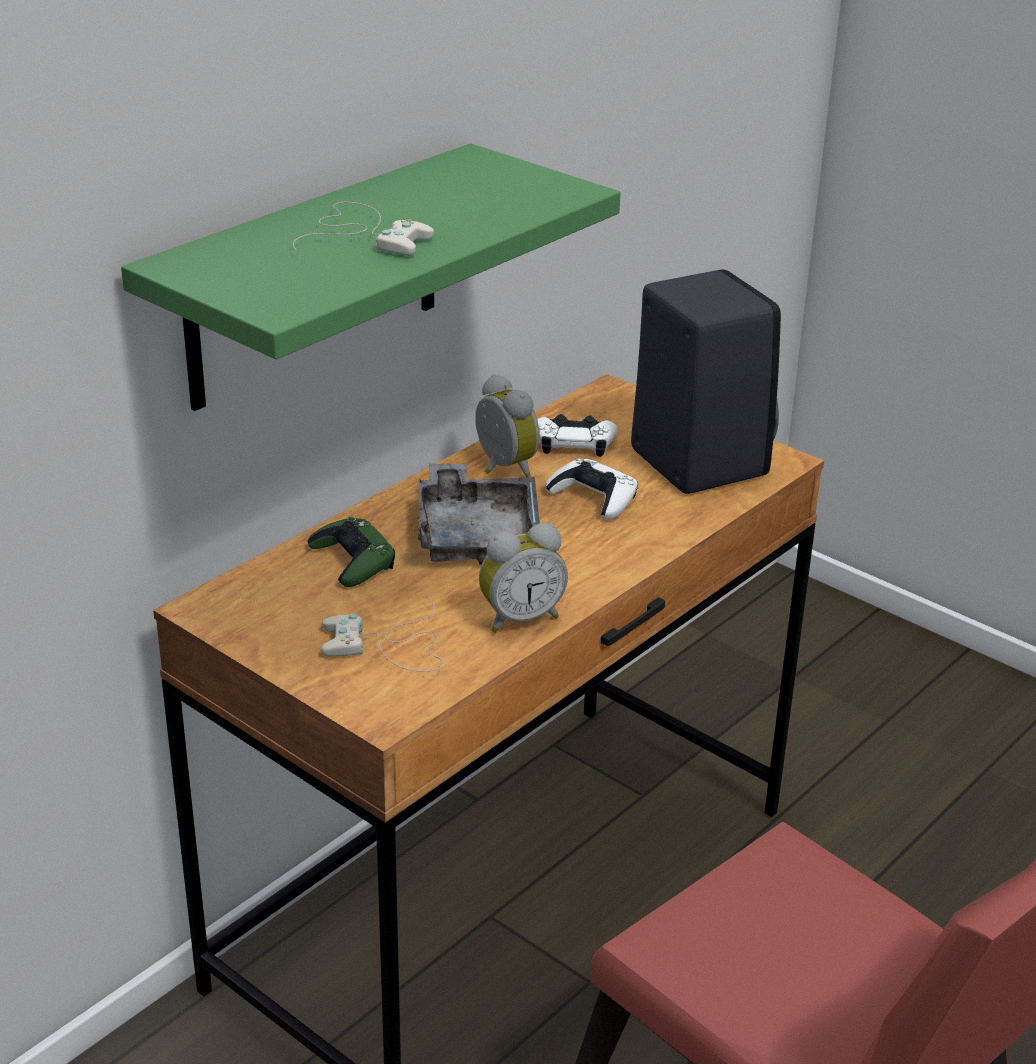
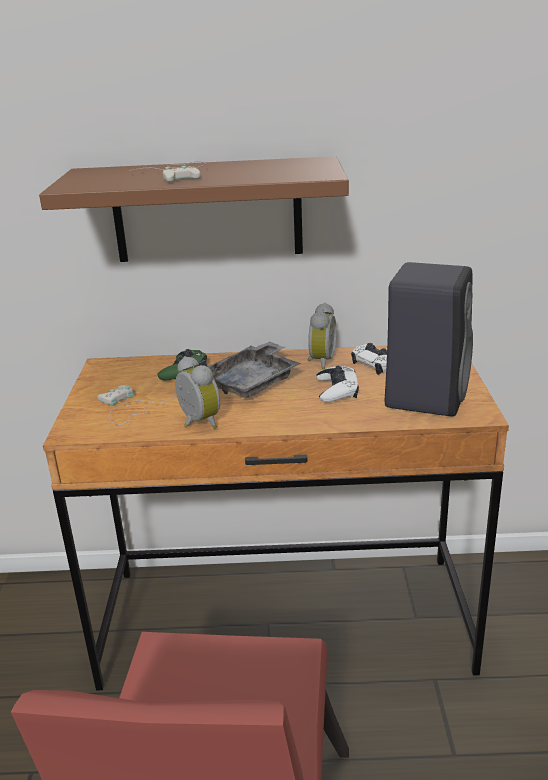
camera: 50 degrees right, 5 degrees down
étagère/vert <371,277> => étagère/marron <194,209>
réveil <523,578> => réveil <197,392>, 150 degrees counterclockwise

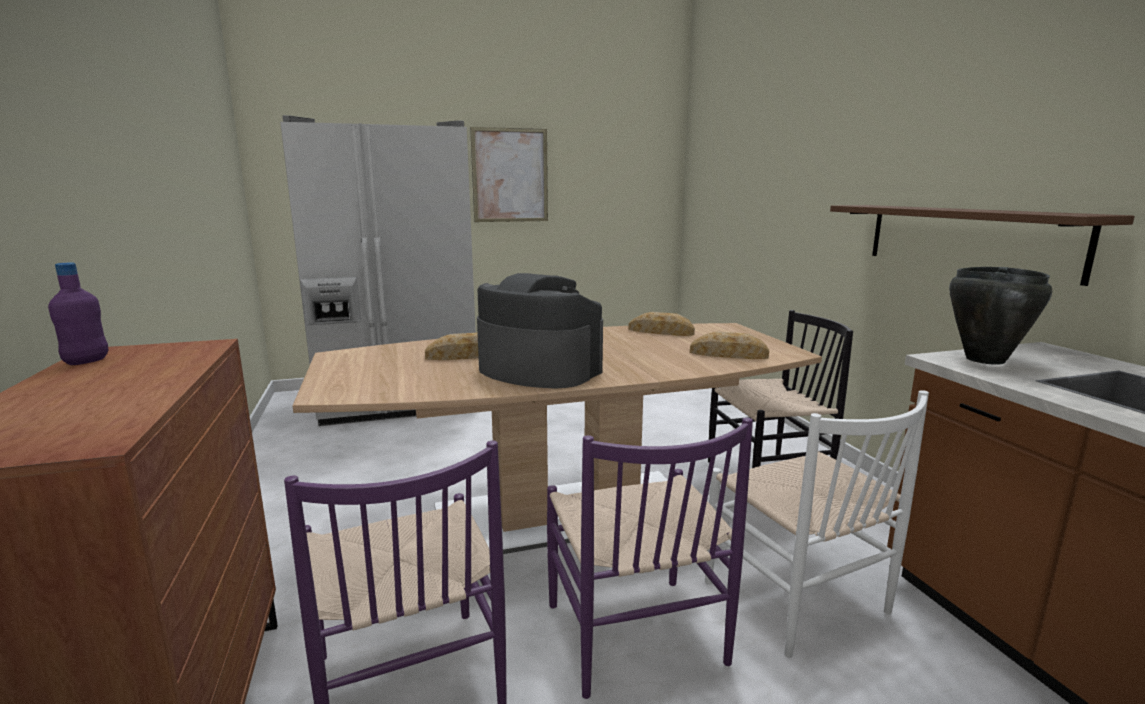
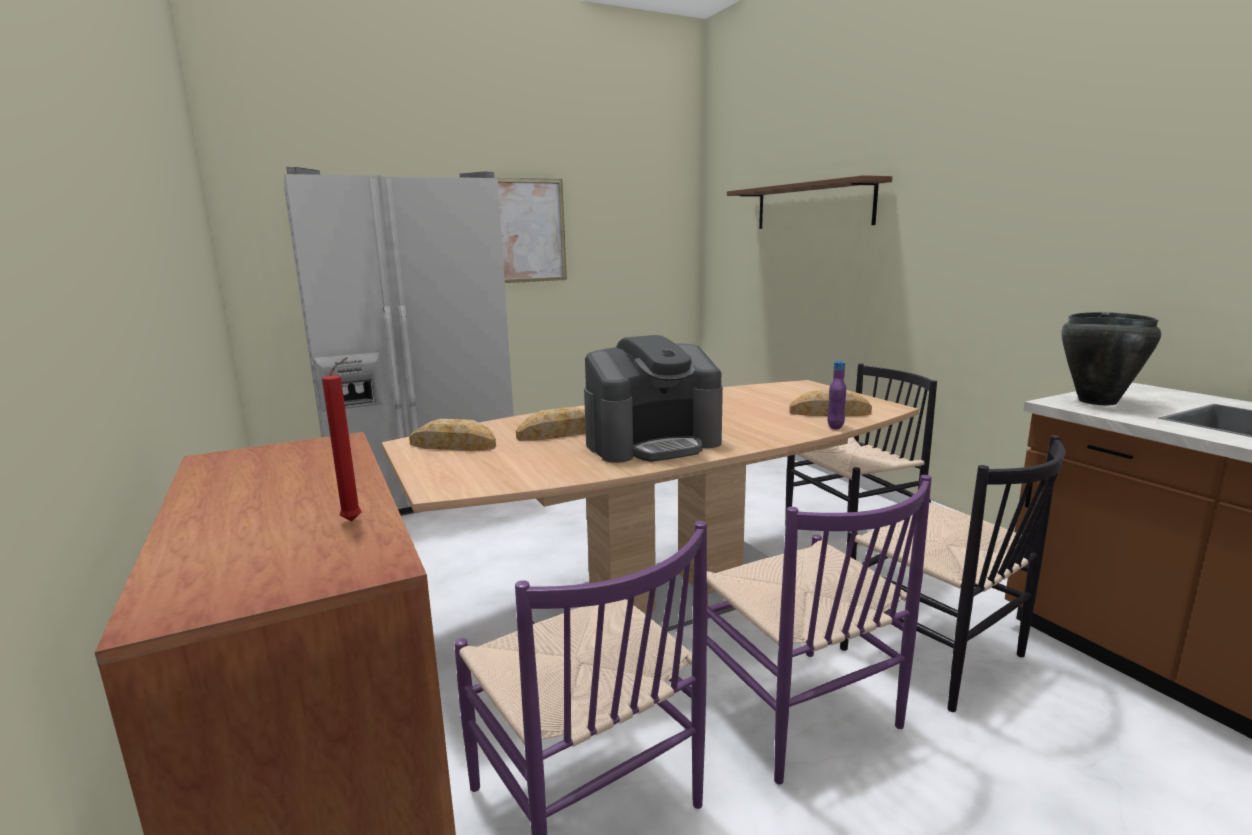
camera: 10 degrees left, 0 degrees up
nothing => bougie/rouge <341,439>
bouteille/violet <78,314> => bouteille/violet <837,395>, moved
pain <661,324> => pain <452,435>, moved
étagère/marron <982,245> => étagère/marron <809,202>, moved
chaise/blanc <817,524> => chaise/noir <952,573>
machine à café <540,331> => machine à café <653,399>, 135 degrees clockwise

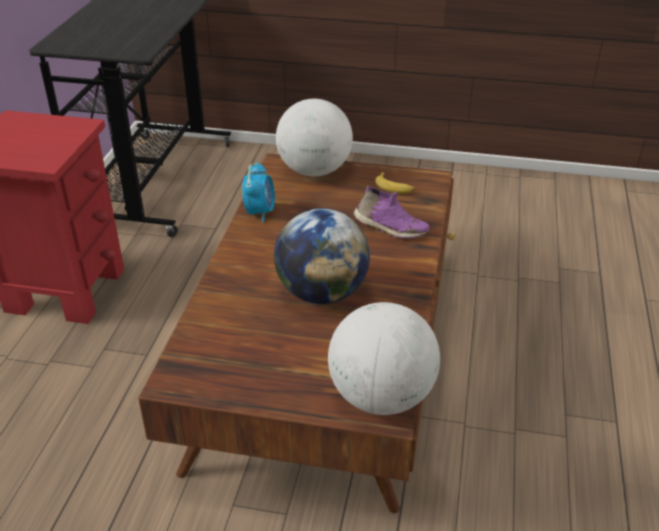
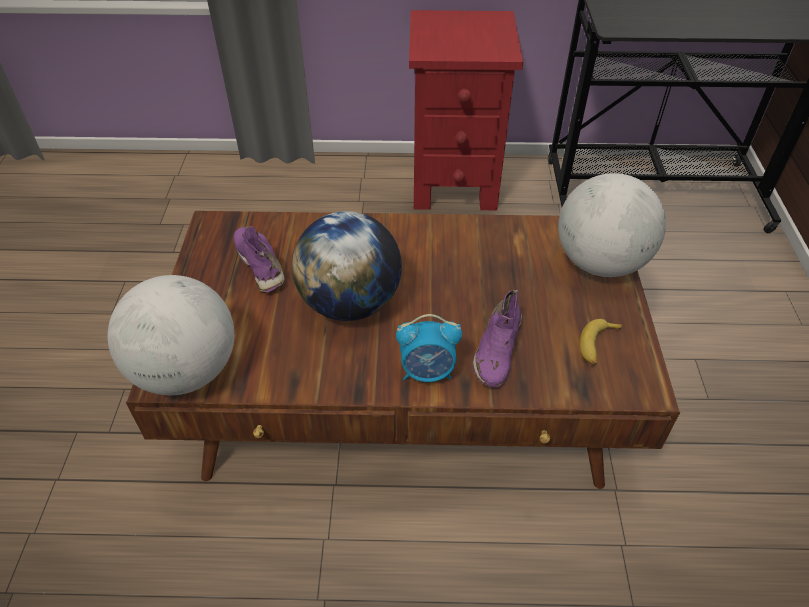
camera: 80 degrees right, 10 degrees up
nothing => chaussure/violet <259,259>
réveil <258,192> => réveil <429,348>, moved

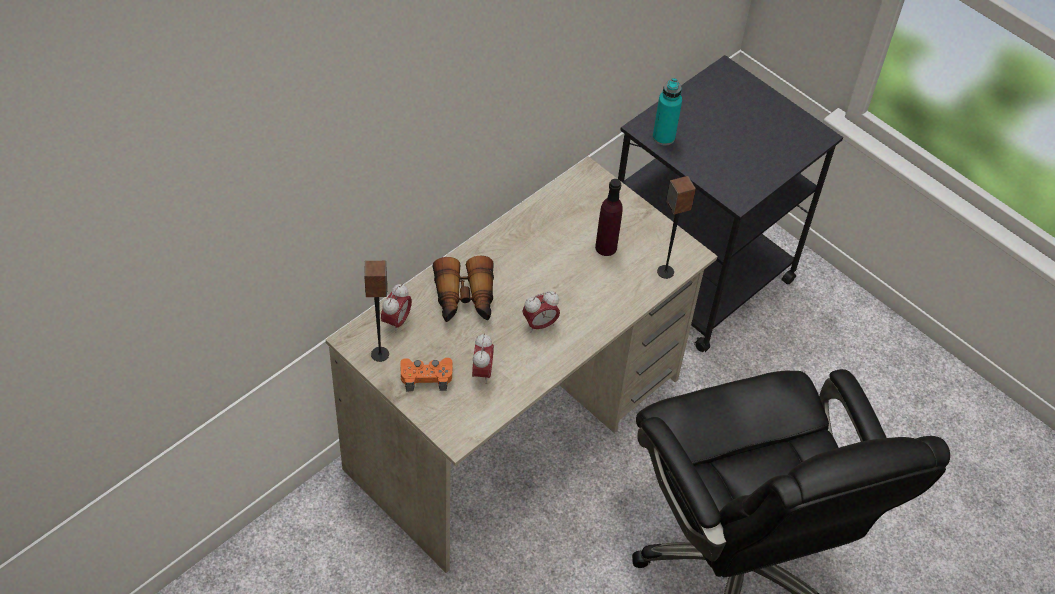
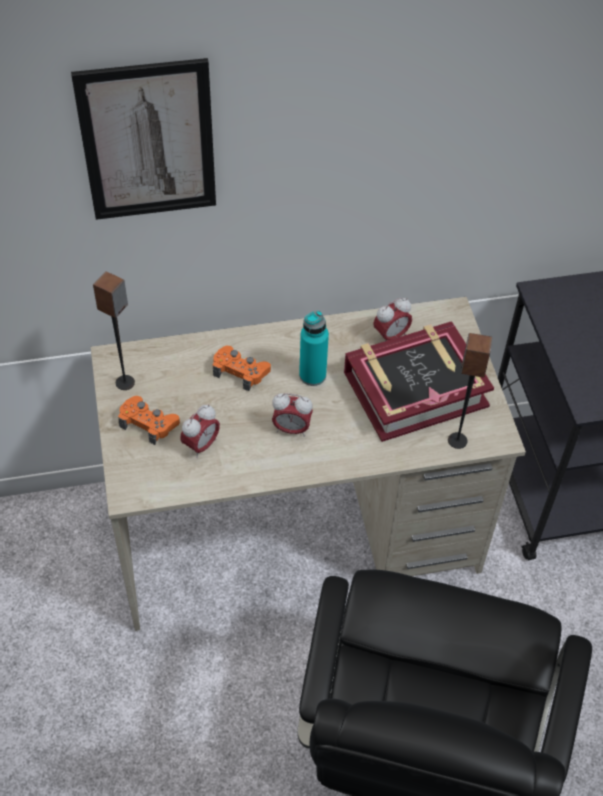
camera: 35 degrees right, 0 degrees up
nothing => tableau <143,139>
réveil <396,308> => réveil <392,320>, moved
bouteille/turquoise <667,112> => bouteille/turquoise <314,348>, moved
jumelles <463,289> => manette/orange <242,368>
bouteille/violet <609,217> => livre <419,381>

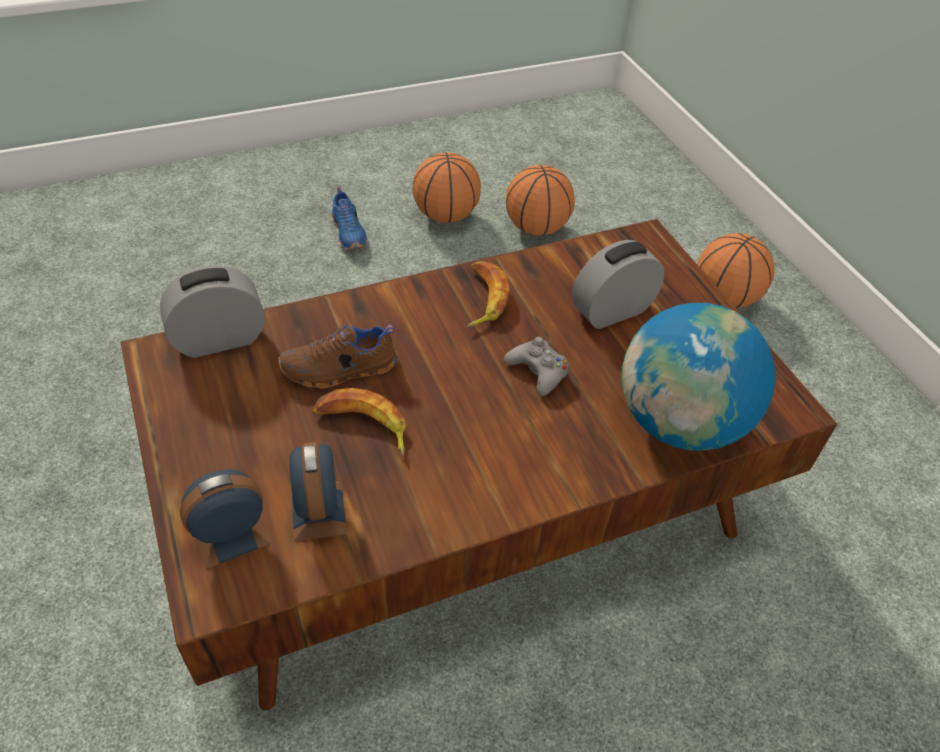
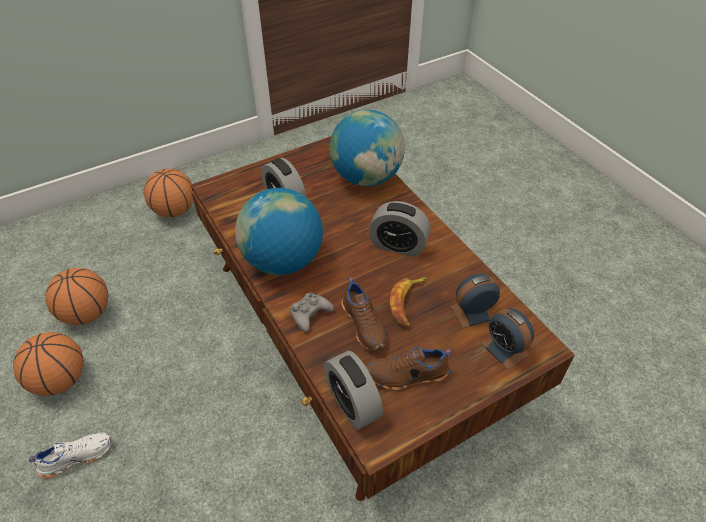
camera: 95 degrees left, 0 degrees up
nothing => chaussure/marron <408,368>
nothing => réveil <400,229>
manette/gris <536,366> => manette/gris <312,312>, moved
banane <488,294> => globe <279,231>
chaussure/bleu <349,218> => chaussure/blanc <70,455>

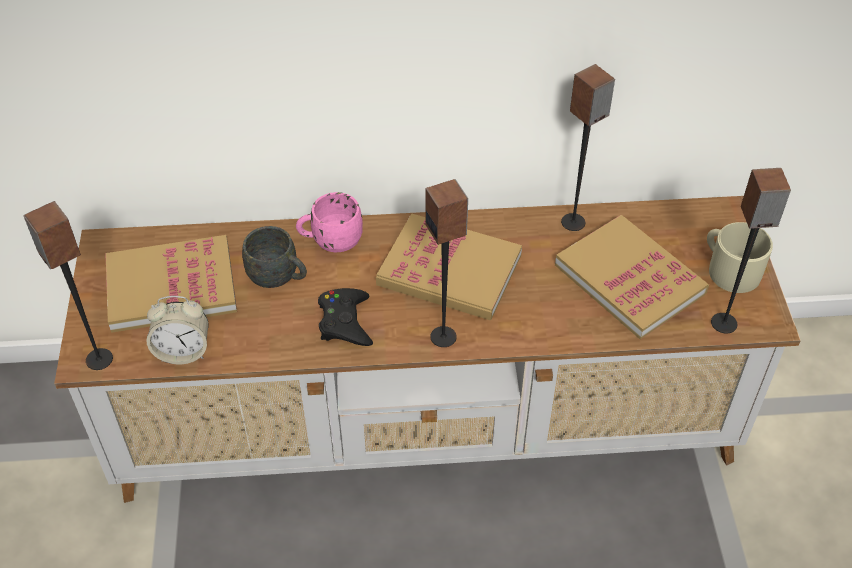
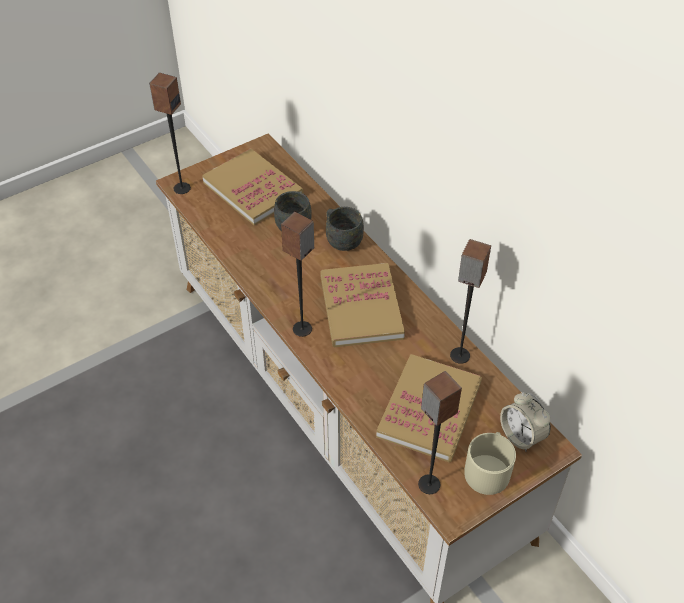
camera: 60 degrees right, 0 degrees up
manette/noir <345,317> => nothing
réveil <177,330> => réveil <525,422>, moved
mug/rose <329,222> => mug/gris <345,229>

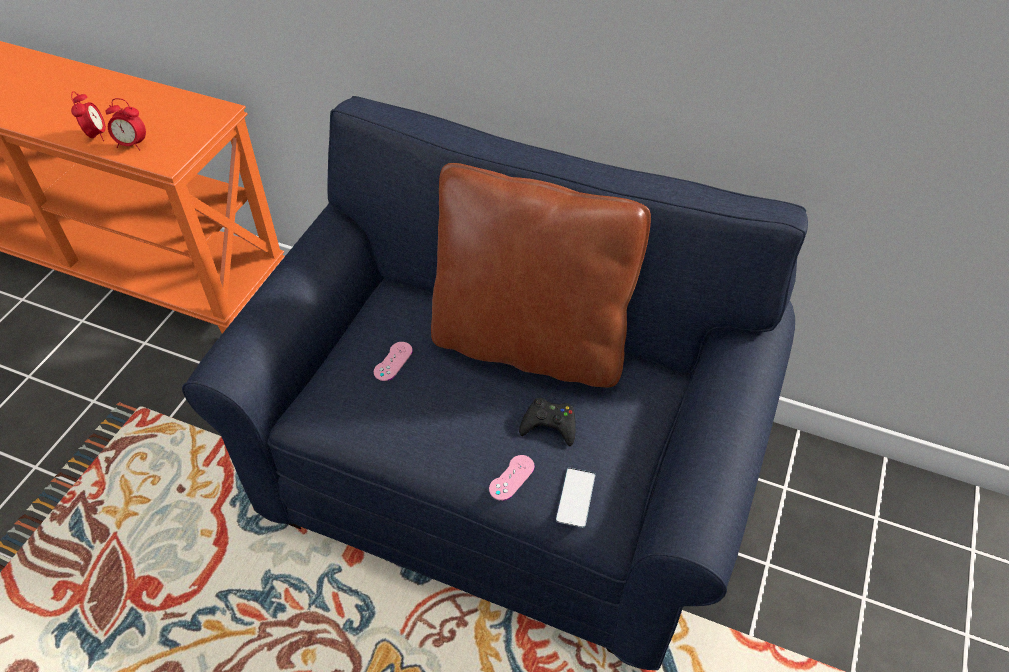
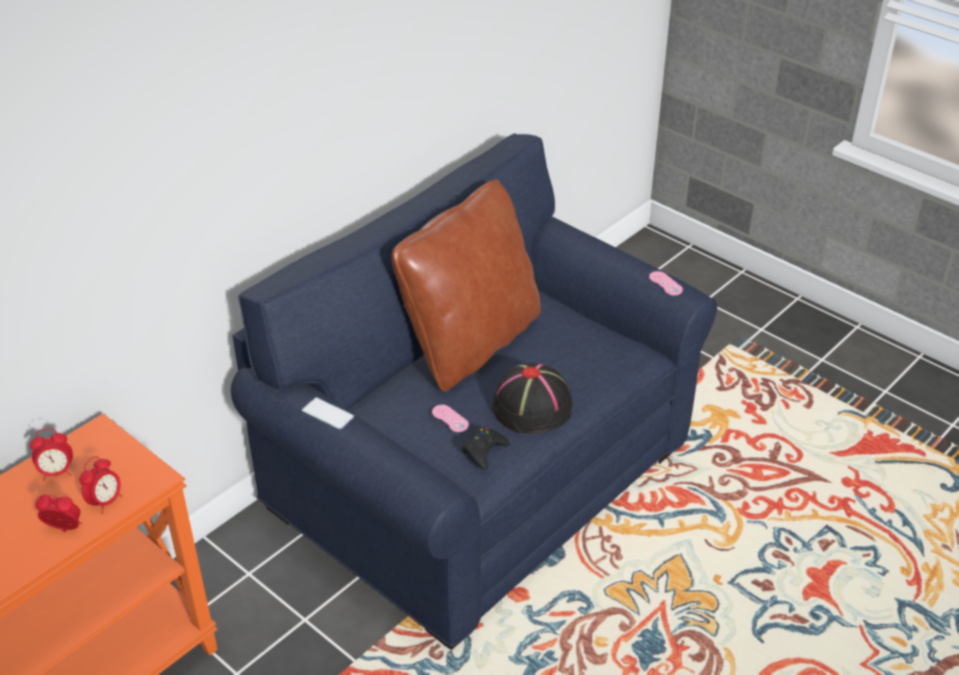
camera: 70 degrees left, 10 degrees down
nothing => réveil <51,454>
nothing => chapeau/noir <532,398>
manette/rose <512,478> => manette/rose <666,283>, moved
manette/noir <547,422> => manette/noir <486,448>, moved
téléphone <575,498> => téléphone <327,413>, moved

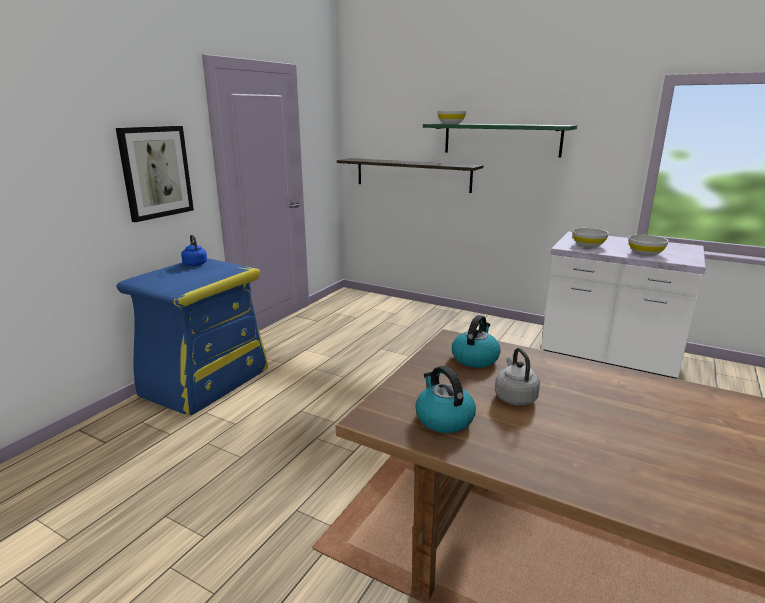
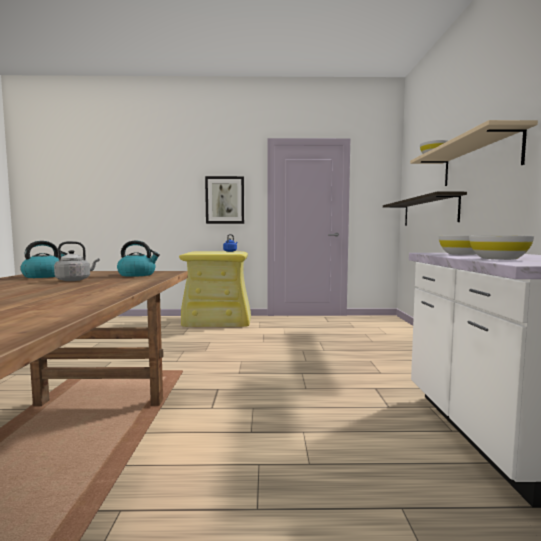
camera: 60 degrees right, 15 degrees down
table de chevet/bleu <192,336> => table de chevet/jaune <215,289>
étagère/vert <500,140> => étagère/beige <474,153>

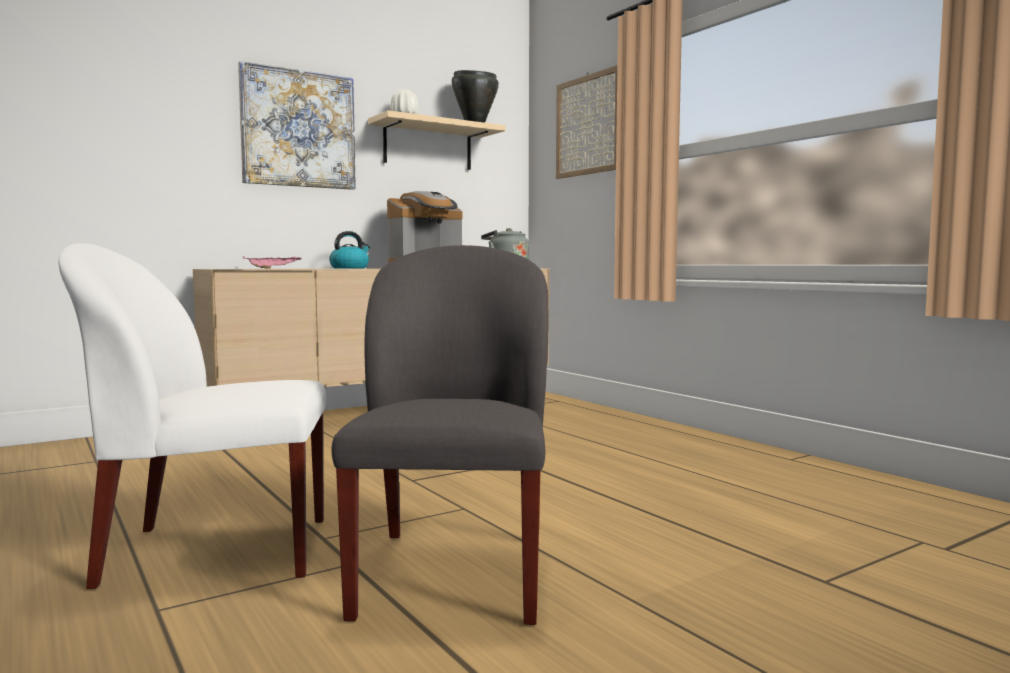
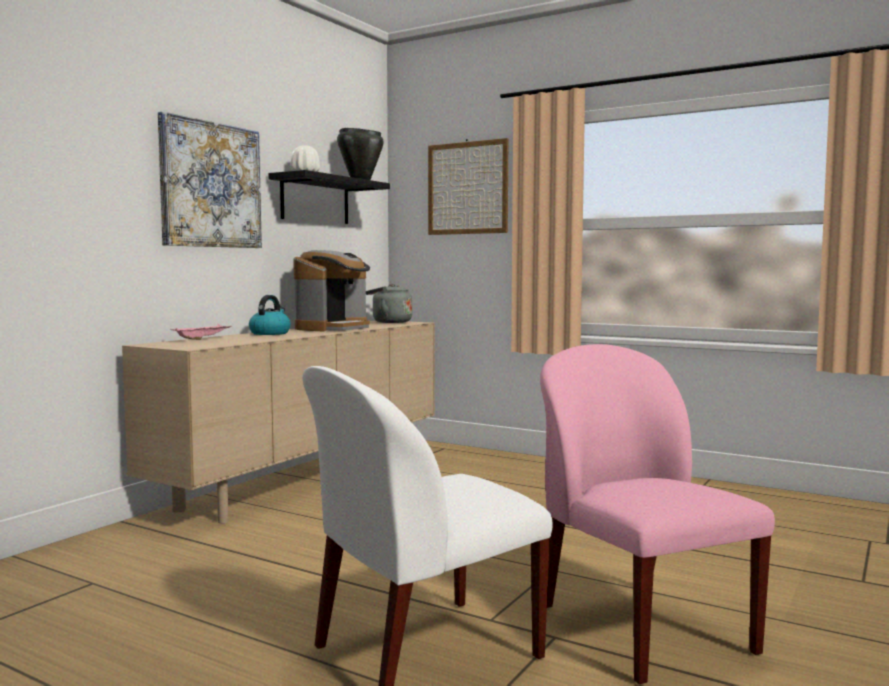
camera: 25 degrees left, 0 degrees up
chaise/gris <440,435> => chaise/rose <657,514>
étagère/beige <436,140> => étagère/noir <329,197>

